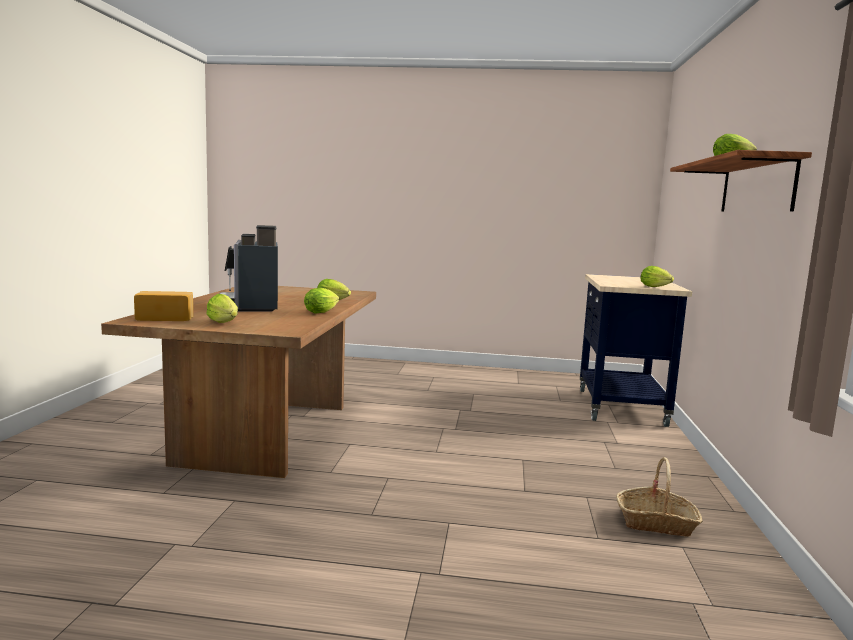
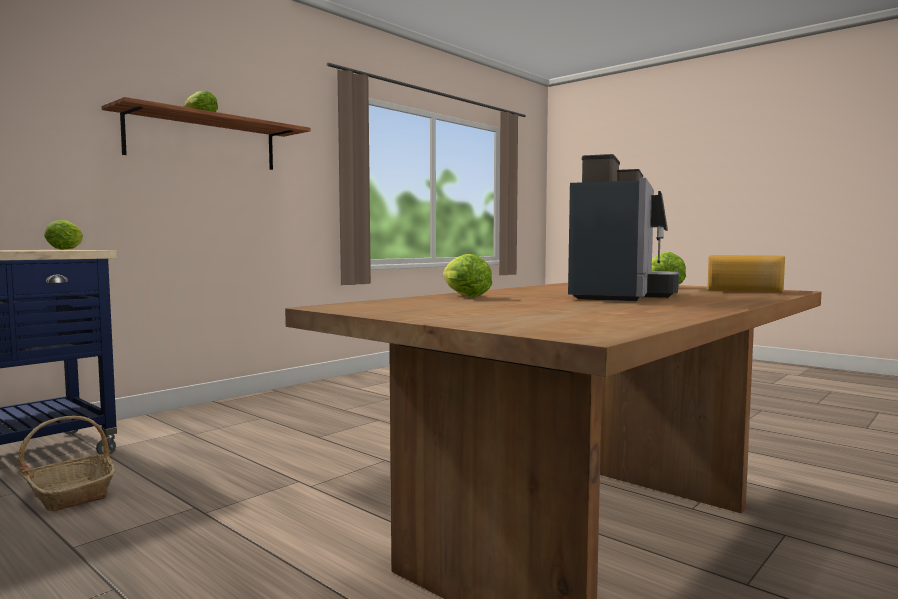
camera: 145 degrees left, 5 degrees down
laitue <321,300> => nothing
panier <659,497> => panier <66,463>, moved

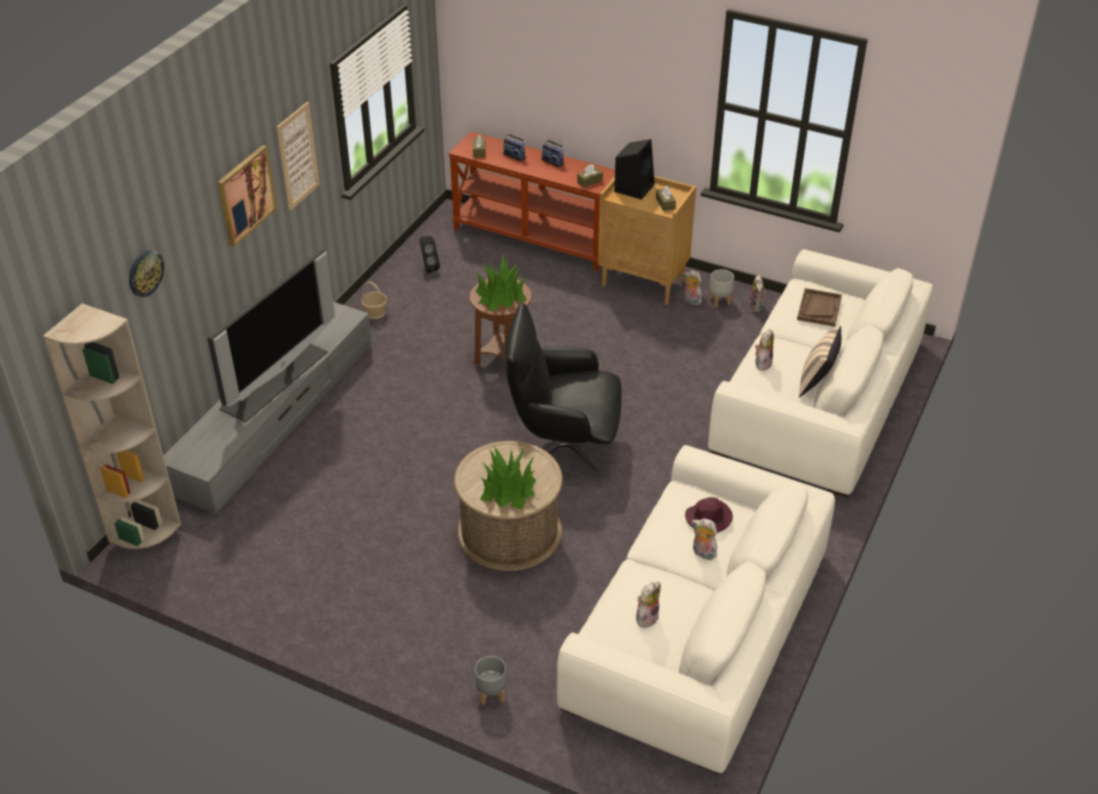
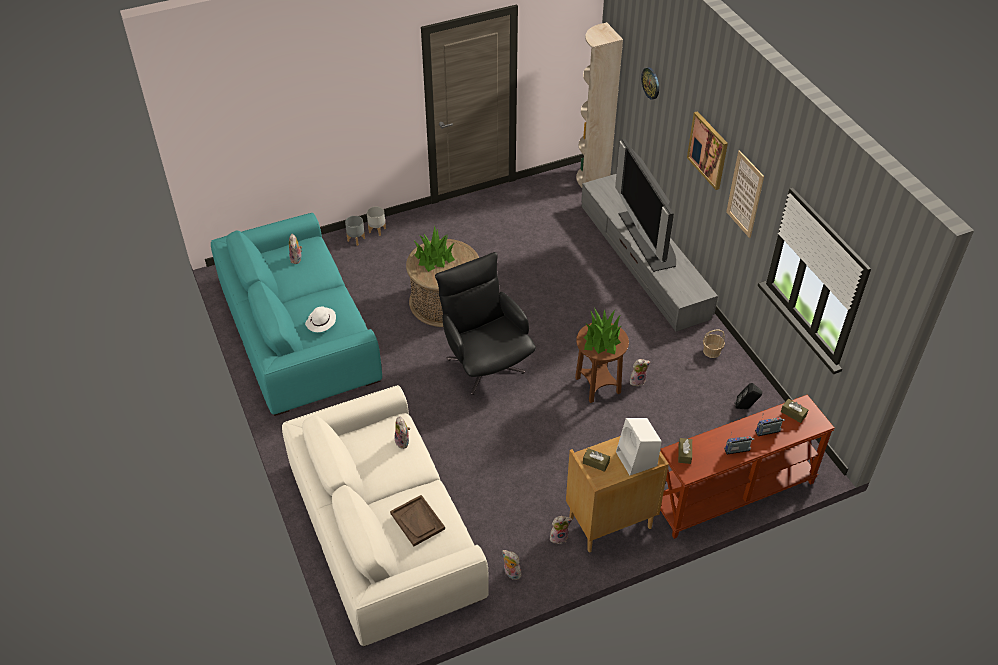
camera: 130 degrees right, 5 degrees up
coussin/beige <820,361> => nothing
peluche <704,539> => peluche <640,372>, moved
cache-pot/gris <721,288> => cache-pot/gris <376,221>, moved
canapé/blanc <696,610> => canapé/turquoise <296,314>
enceinte/noir <634,169> => enceinte/blanc <639,446>
chapeau/violet <709,515> => chapeau/blanc <320,319>
fauteuil/noir <563,389> => fauteuil/noir <485,323>, 75 degrees counterclockwise

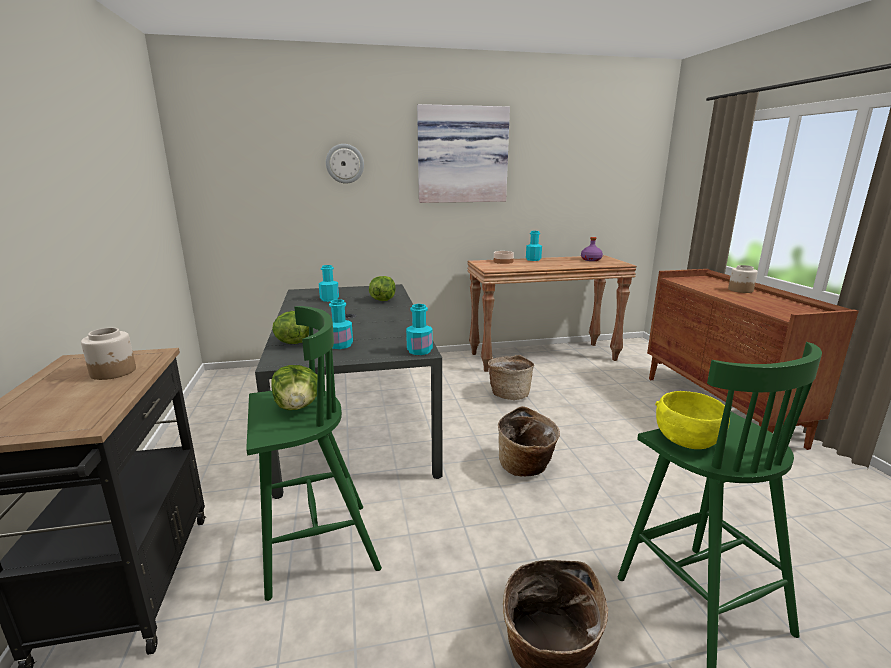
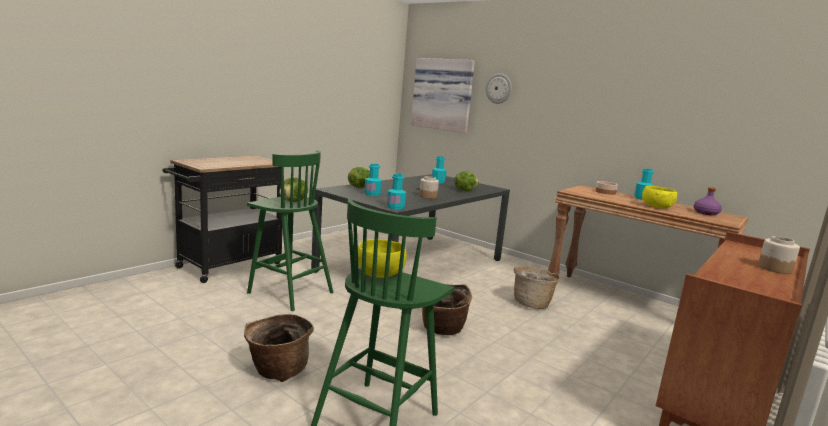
camera: 50 degrees right, 5 degrees down
nothing => bol/jaune <659,197>
bocal <108,354> => bocal <429,187>, moved
tableau <463,153> => tableau <443,95>, moved

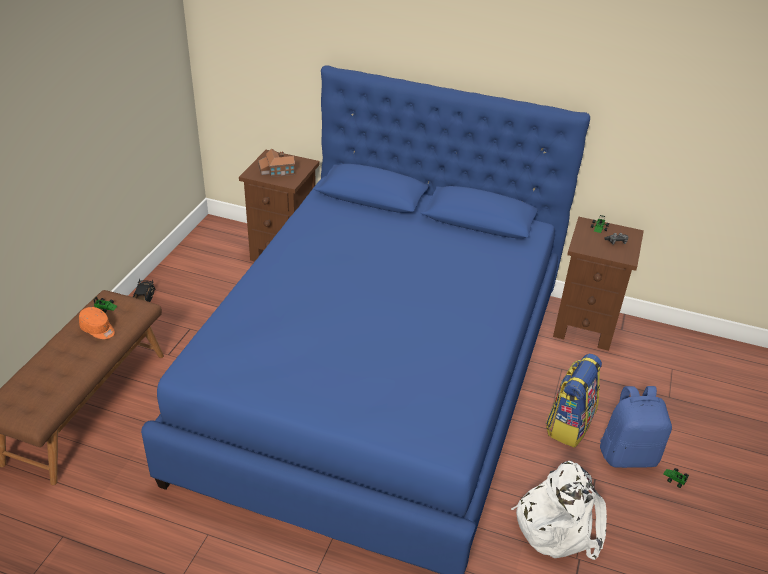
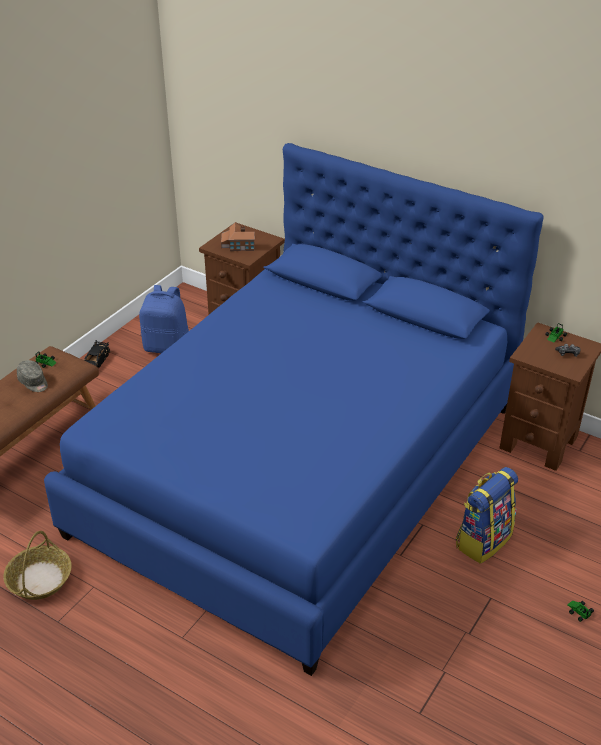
camera: 15 degrees right, 0 degrees up
sac à dos/blanc <559,510> => nothing
nothing => panier <37,565>
sac à dos/bleu <636,427> => sac à dos/bleu <164,319>, moved
casquette/orange <97,323> => casquette/gris <32,376>

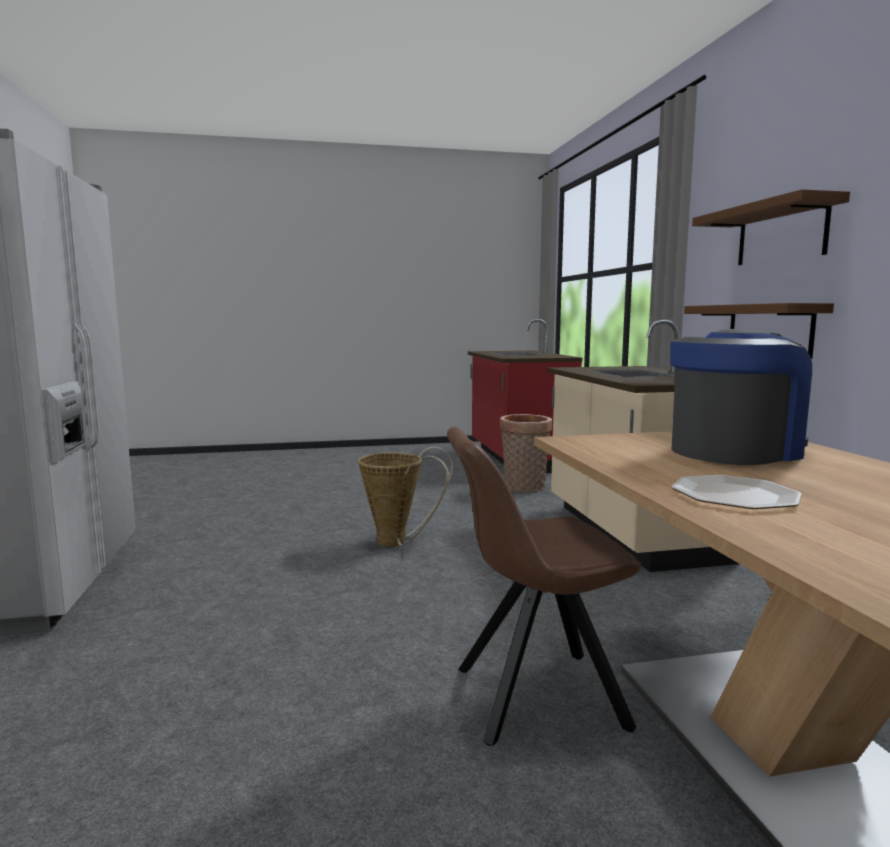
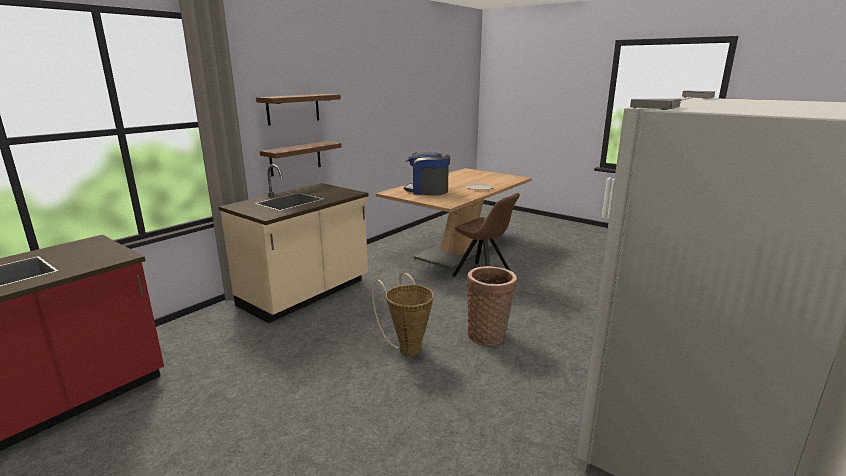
camera: 130 degrees left, 10 degrees up
panier <526,453> => panier <492,306>, moved

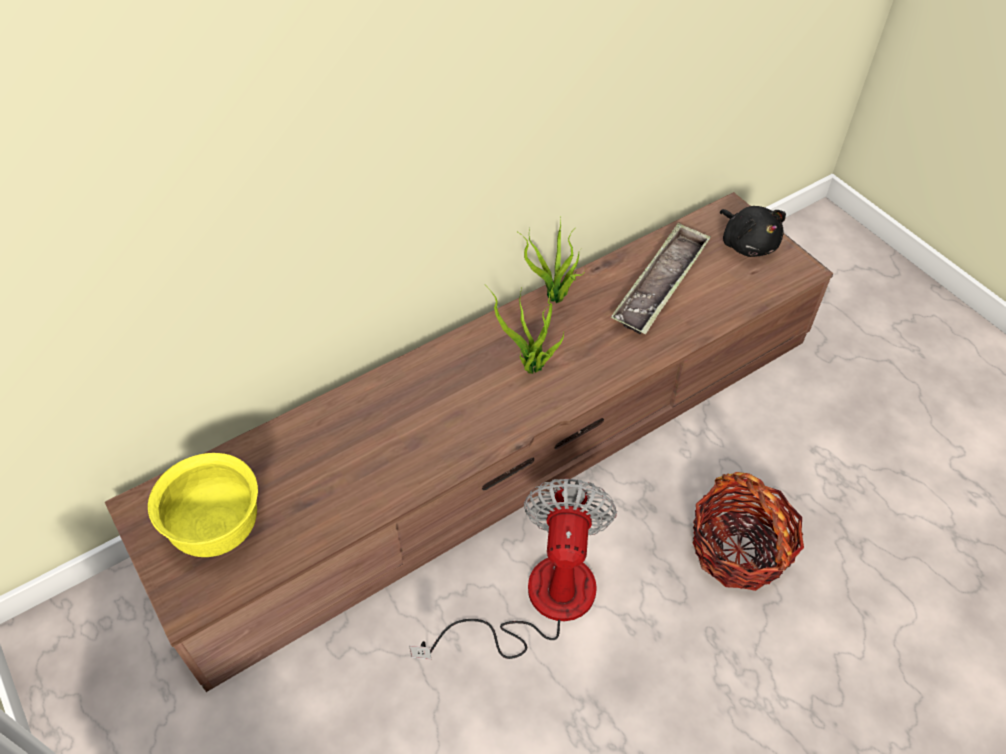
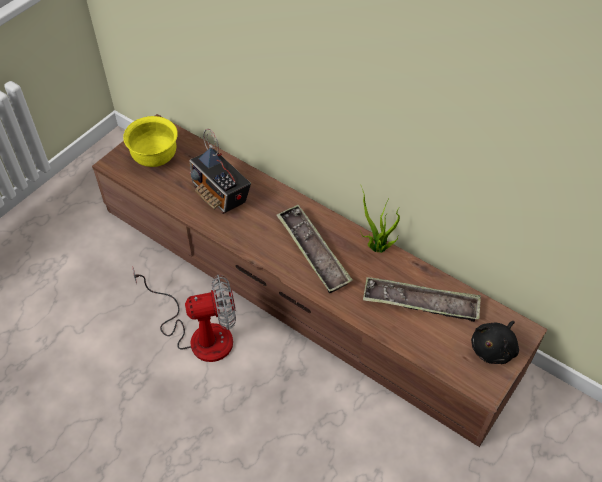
camera: 70 degrees right, 0 degrees up
panier <748,531> => nothing
nothing => radio <220,171>
plante en pot <525,329> => plateau <314,249>

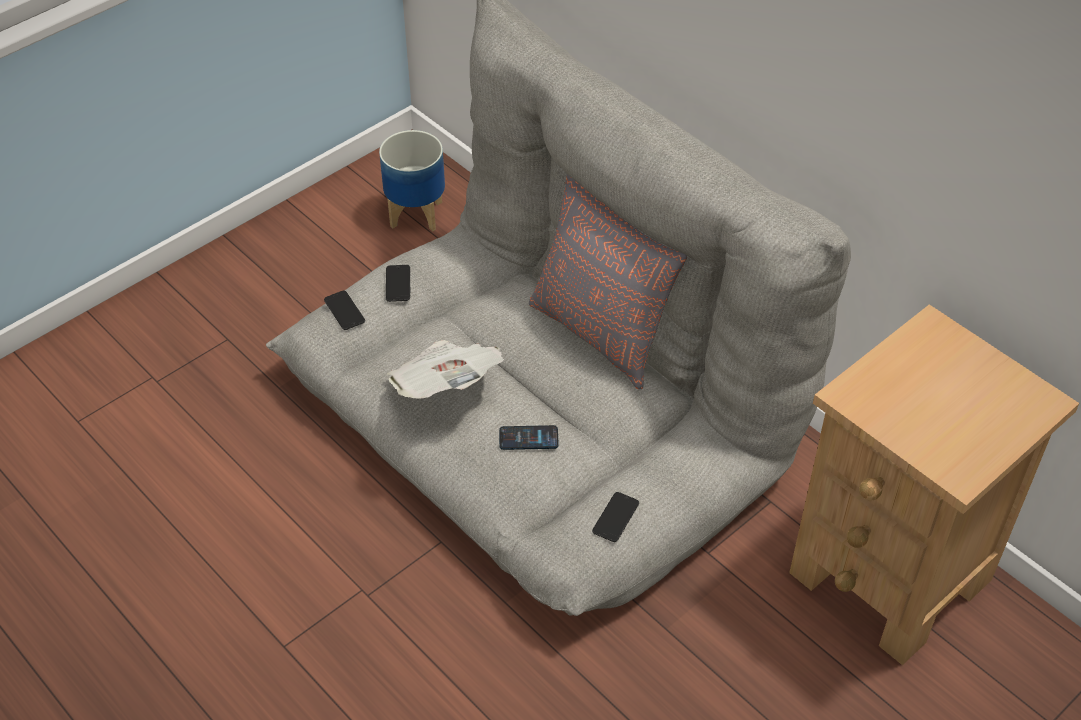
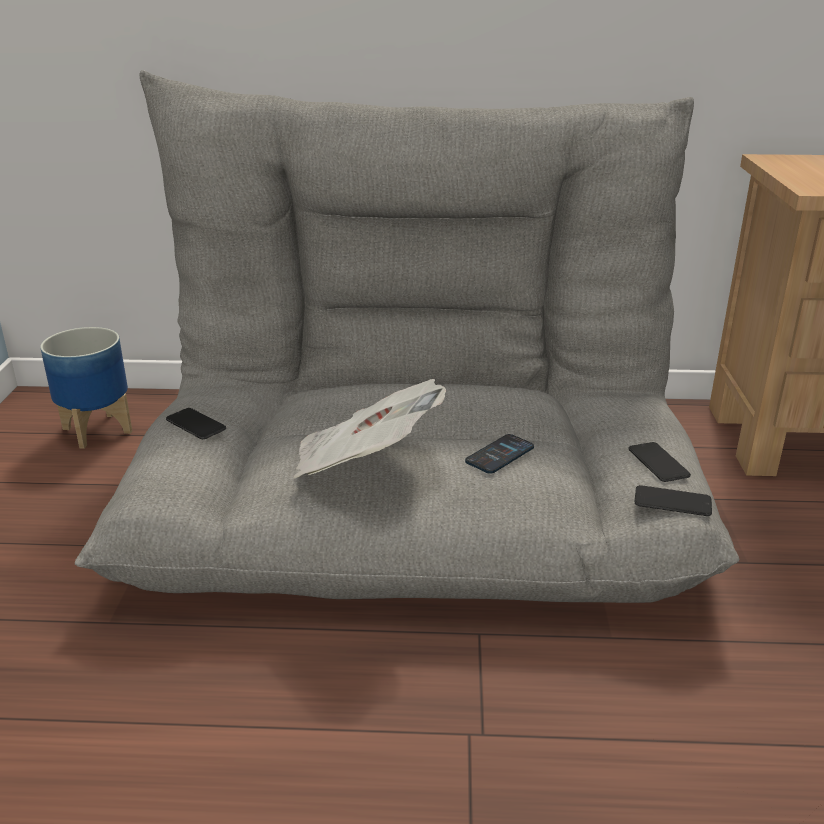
camera: 45 degrees left, 20 degrees down
coussin/gris <608,281> => nothing
téléphone <344,310> => téléphone <673,500>, moved

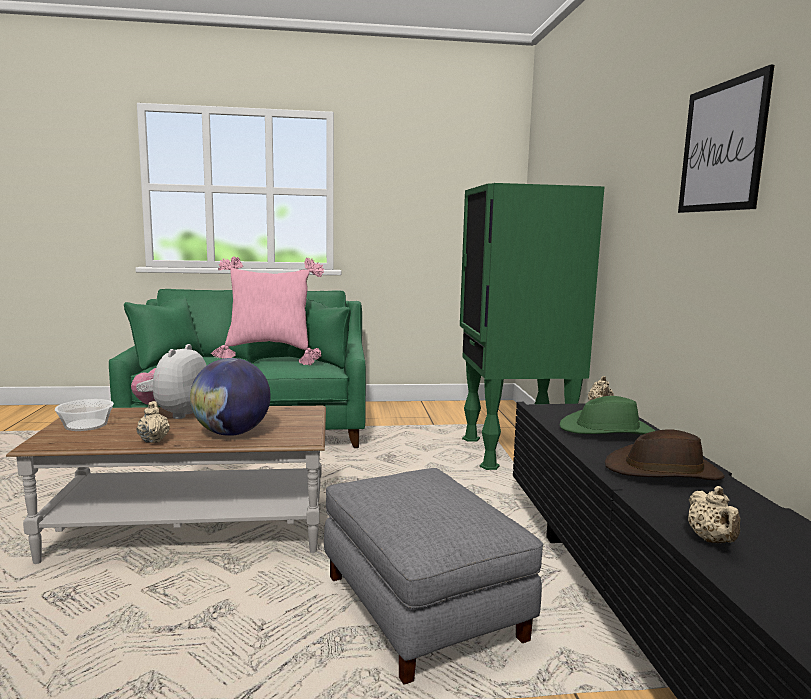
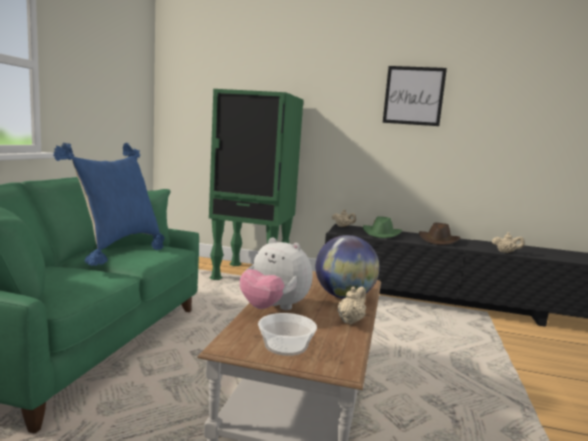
camera: 70 degrees left, 0 degrees up
pouf/gris <433,576> => nothing
coussin/rose <267,311> => coussin/bleu <109,204>
théière/beige <153,422> => théière/beige <352,305>, 120 degrees clockwise

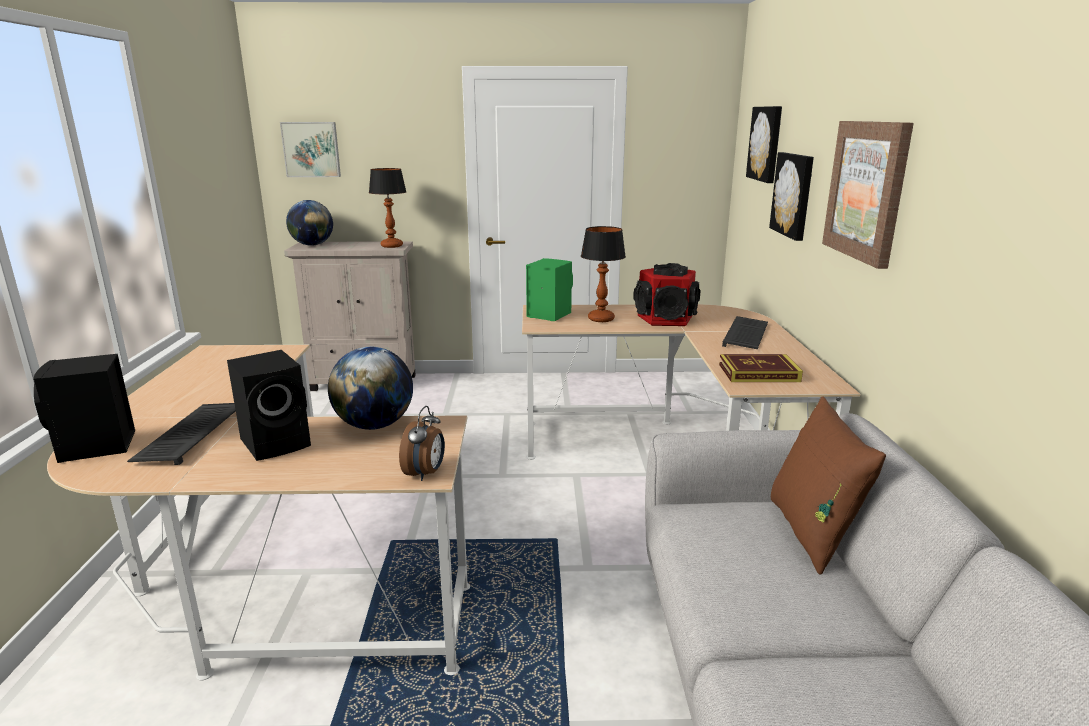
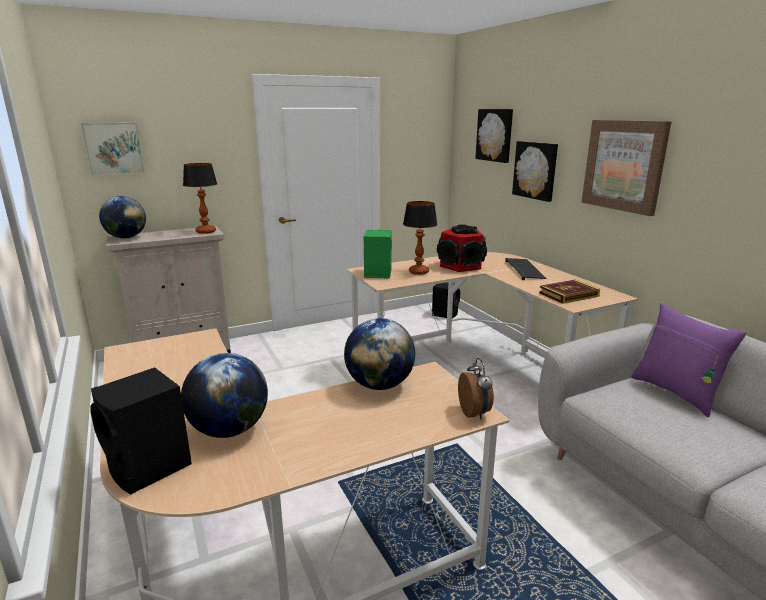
camera: 25 degrees left, 0 degrees up
enceinte/noir <269,405> => enceinte/noir <446,300>, moved
clavier <181,434> => globe <224,395>
coussin/marron <828,485> => coussin/violet <688,360>

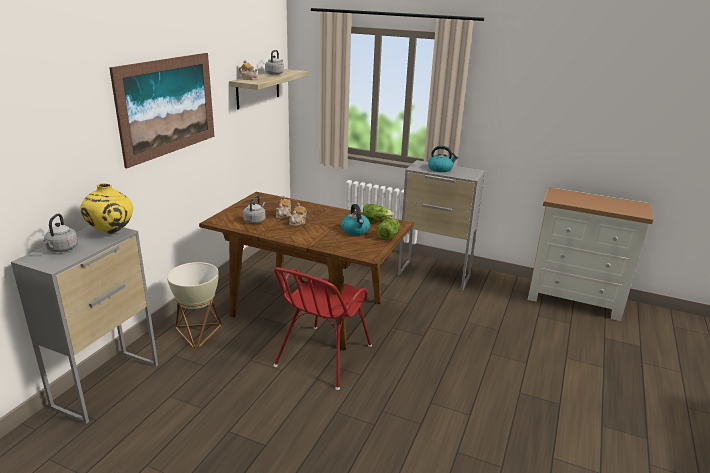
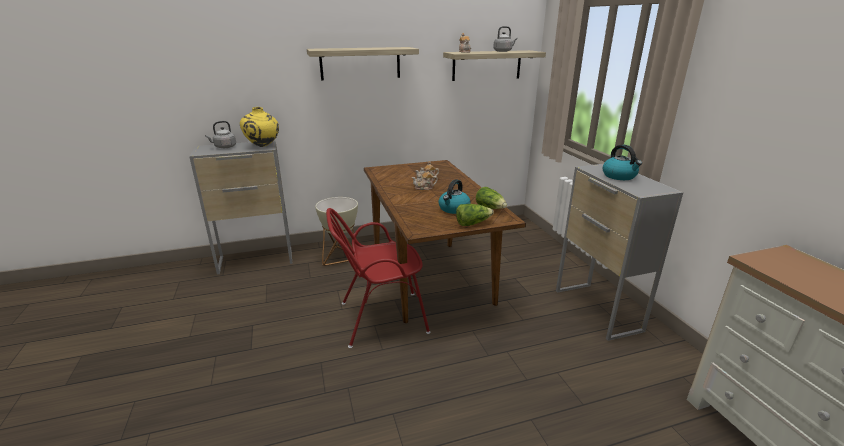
camera: 50 degrees right, 0 degrees up
bouilloire/gris <254,209> => nothing
tableau <162,110> => étagère <363,64>

